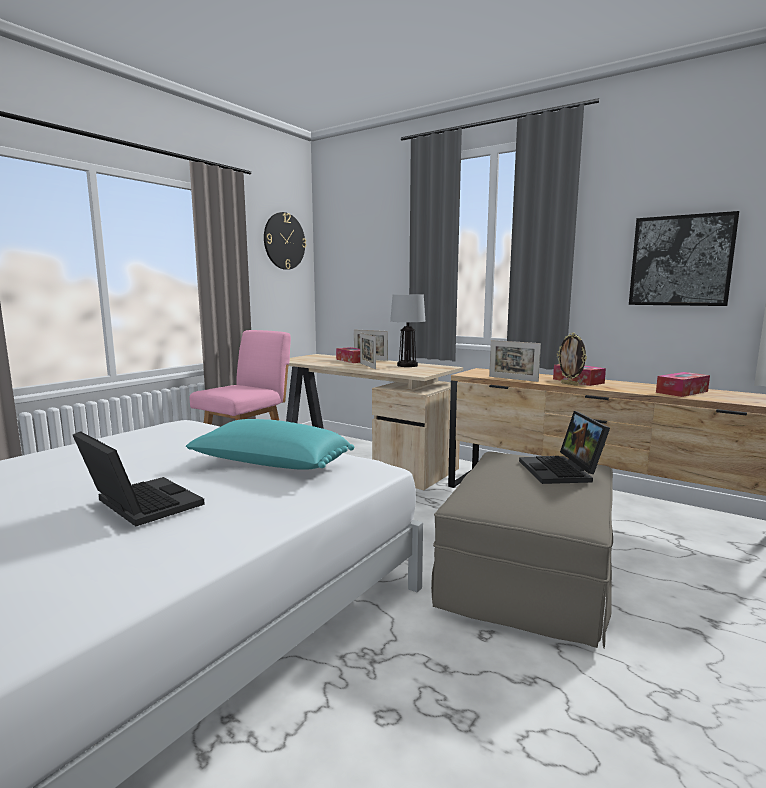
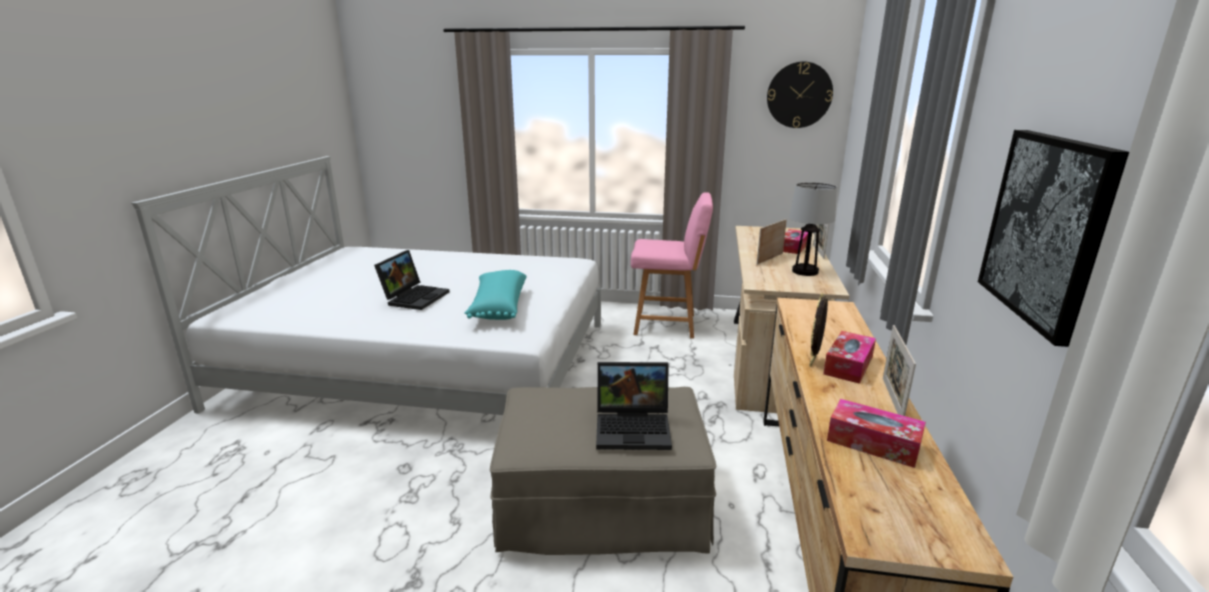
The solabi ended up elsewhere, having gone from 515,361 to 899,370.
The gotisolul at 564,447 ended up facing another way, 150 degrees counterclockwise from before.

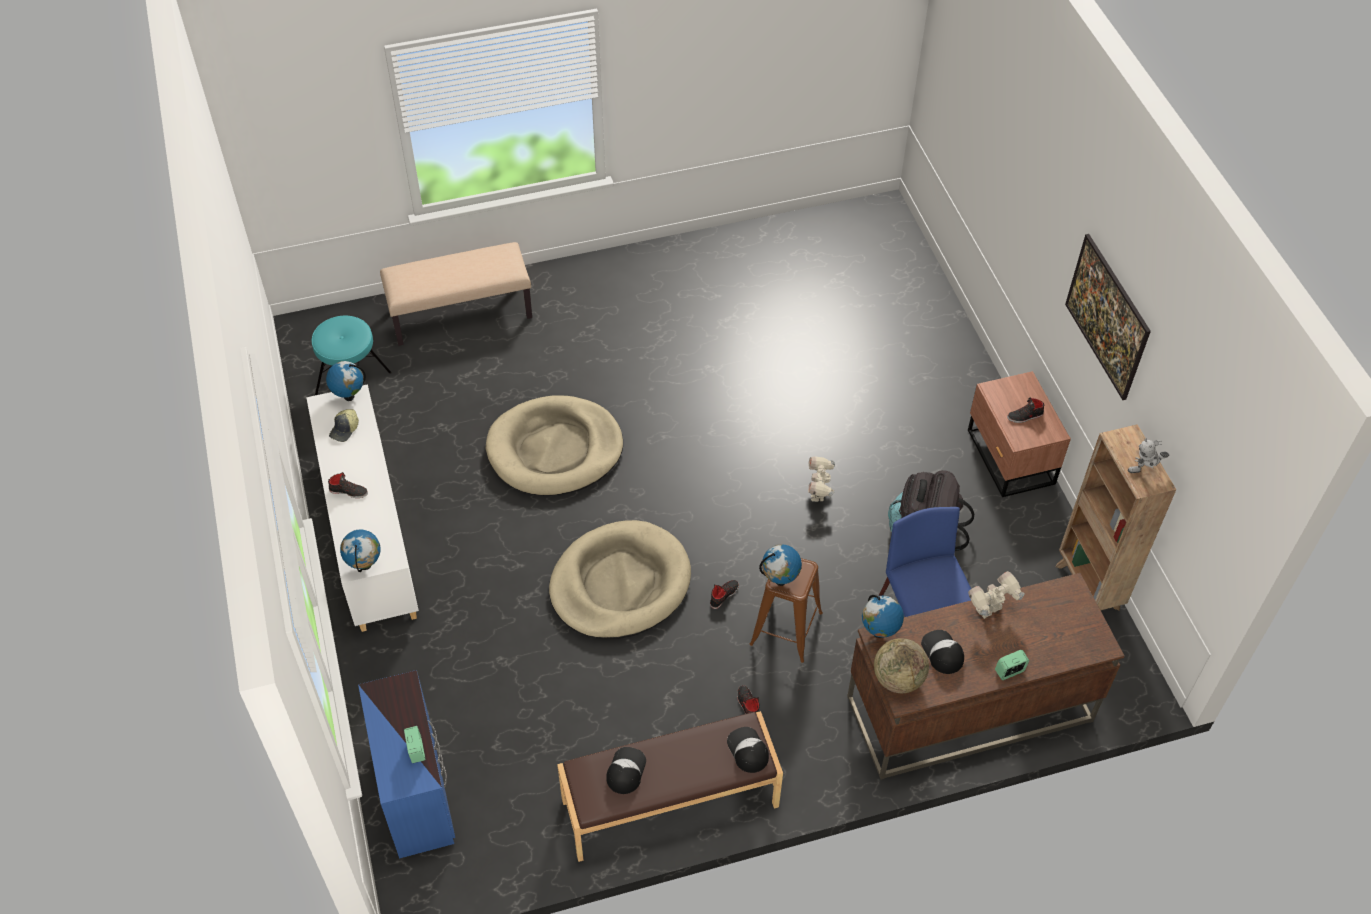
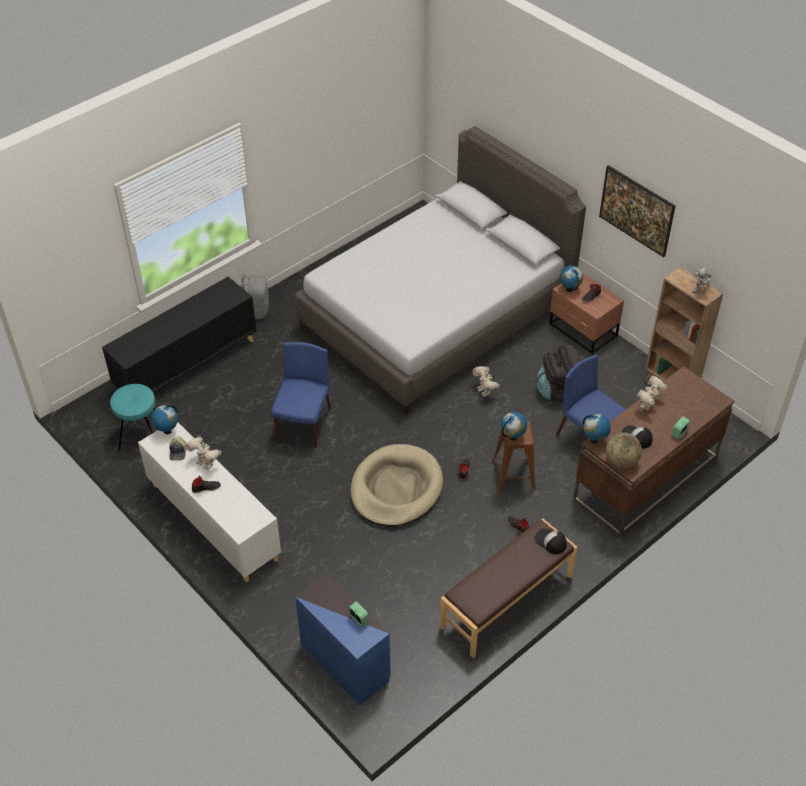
The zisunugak ended up elsewhere, having gone from 360,550 to 571,278.
Where the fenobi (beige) stood at 456,294, the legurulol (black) came to stand at 179,335.
Where the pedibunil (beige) stood at 554,446, the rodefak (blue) came to stand at 301,395.
The second view lost the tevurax at 626,770.
The second view gained the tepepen at 203,453.
The second view gained the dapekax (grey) at 255,296.
The second view gained the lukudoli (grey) at 440,270.

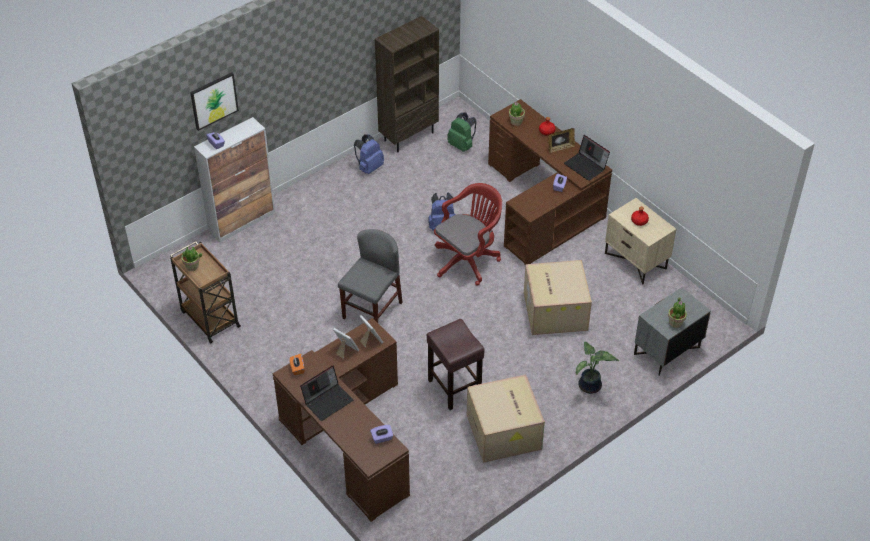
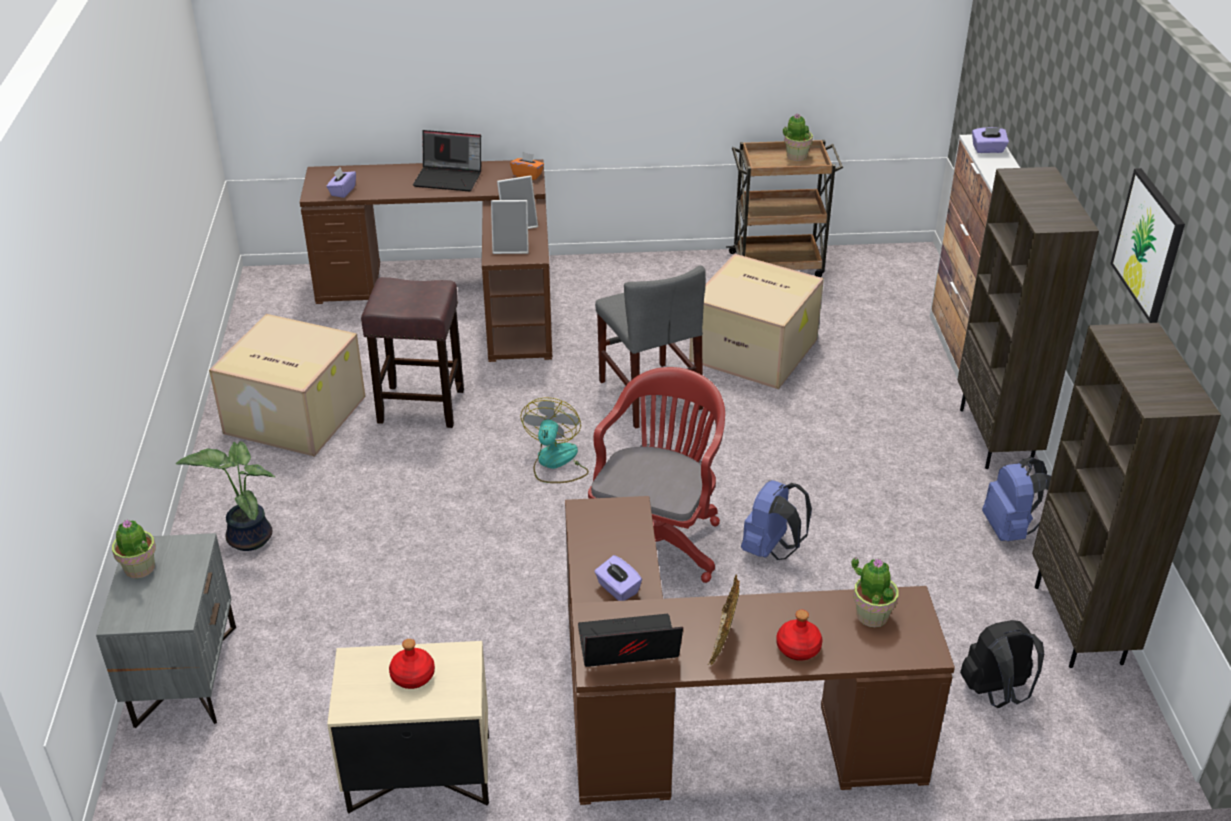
The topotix ended up elsewhere, having gone from 214,101 to 1147,245.
The gotisolul at 326,393 ended up facing another way, 75 degrees counterclockwise from before.
The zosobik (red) at 468,234 ended up facing another way, 150 degrees counterclockwise from before.
What was the dapekax (green) at 462,132 turned into the dapekax (black) at 1002,664.
The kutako ended up elsewhere, having gone from 558,297 to 756,321.
The second view gained the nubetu at 555,440.
The second view gained the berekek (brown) at 1028,318.

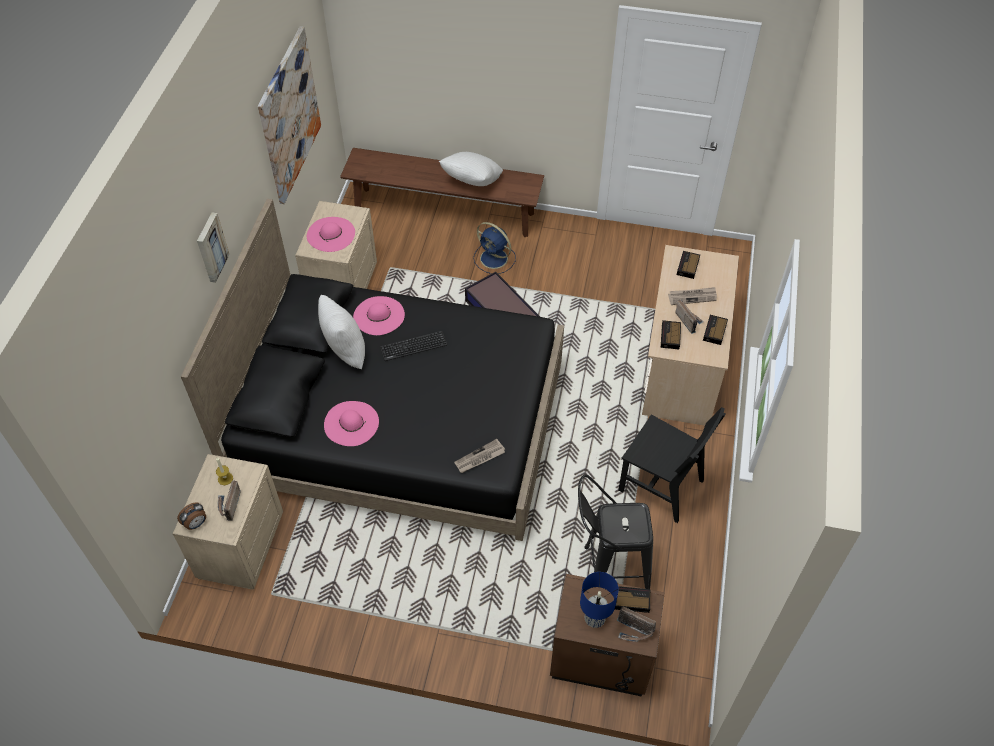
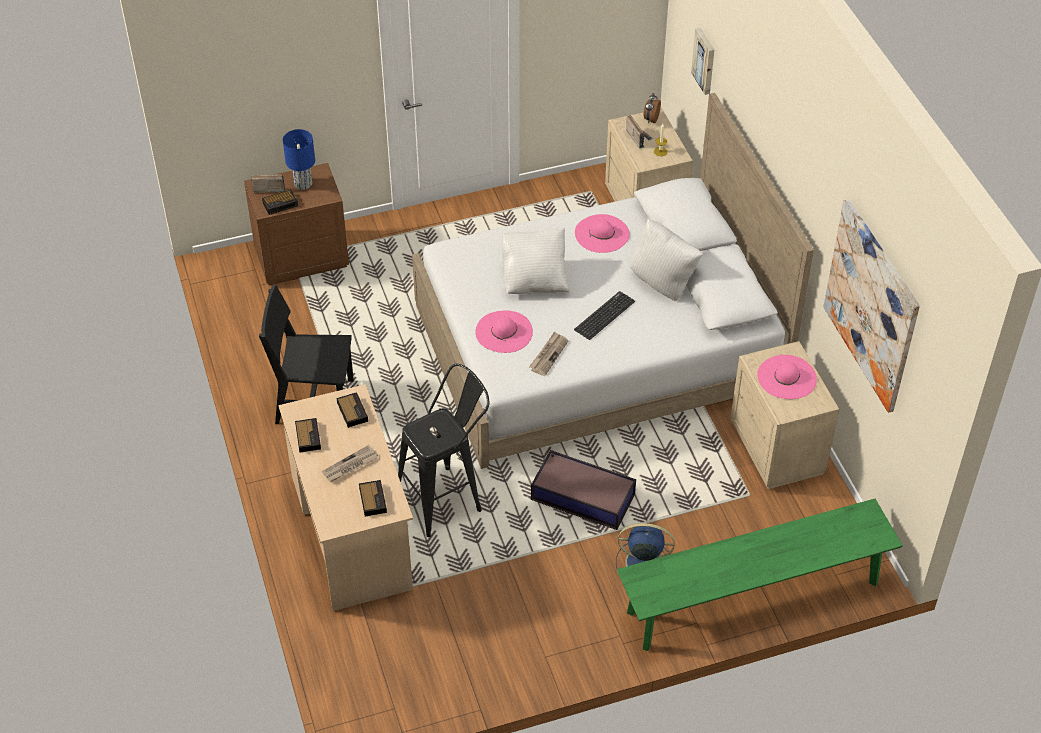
What was the lukudoli (black) at 372,370 turned into the lukudoli (white) at 613,281.
The topotix ended up elsewhere, having gone from 213,247 to 702,61.
What was the fenobi (brown) at 442,192 turned into the fenobi (green) at 760,575.
The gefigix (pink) ended up elsewhere, having gone from 379,315 to 504,332.
The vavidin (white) ended up elsewhere, having gone from 471,169 to 536,261.
The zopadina ended up elsewhere, having gone from 479,456 to 548,353.
The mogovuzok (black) ended up elsewhere, having gone from 615,531 to 443,450.
The second view lost the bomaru at 689,317.

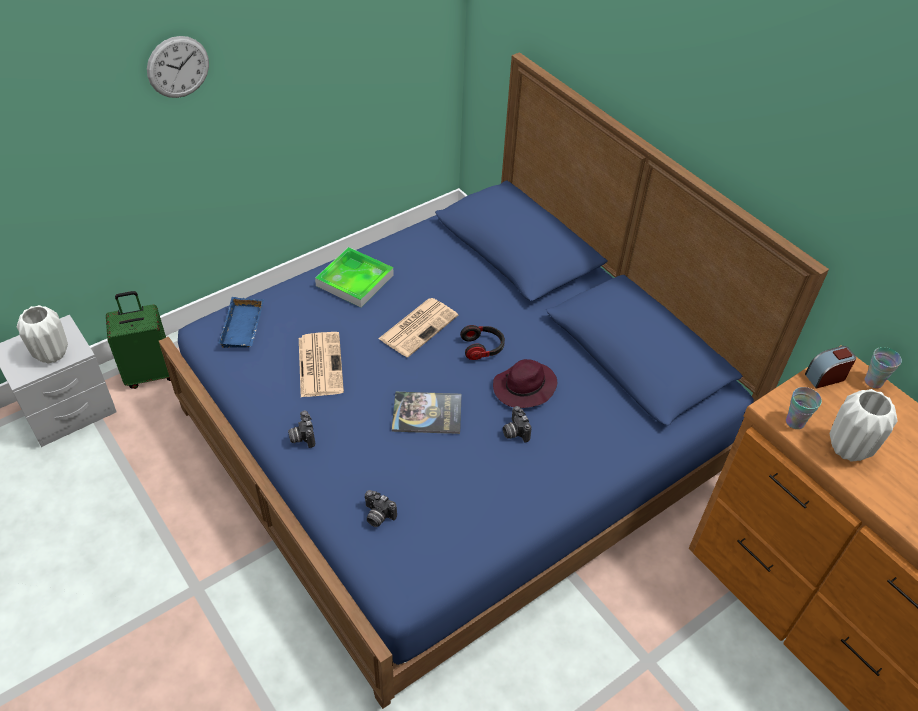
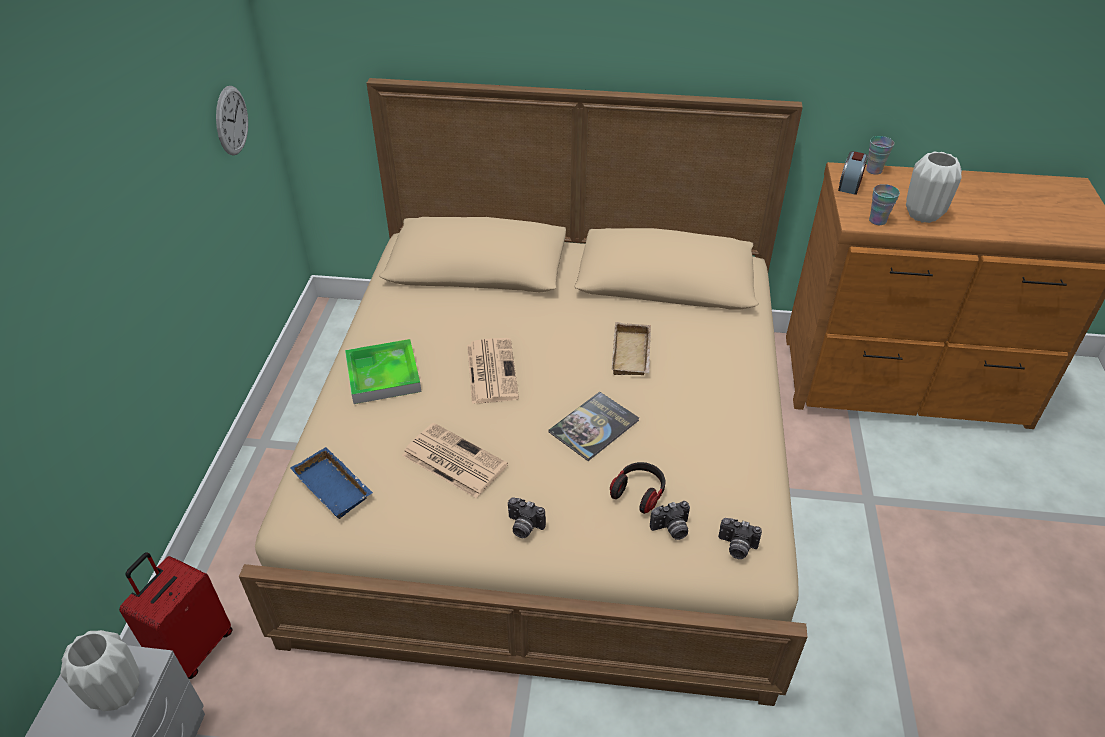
What was the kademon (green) at 138,340 turned into the kademon (red) at 176,616.
The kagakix ended up elsewhere, having gone from 178,67 to 232,121.
What was the lukudoli (blue) at 494,380 turned into the lukudoli (beige) at 523,392.
The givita ended up elsewhere, having gone from 482,342 to 637,488.
Where the gefigix (purple) stood at 525,383, the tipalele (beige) came to stand at 631,348.
The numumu ended up elsewhere, having gone from 517,424 to 740,538.

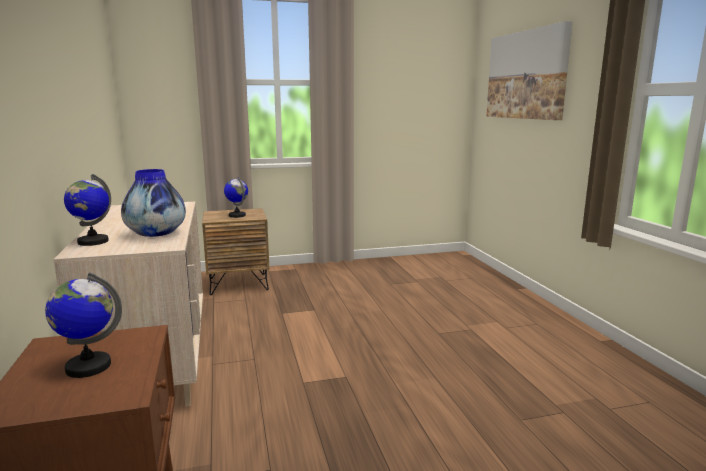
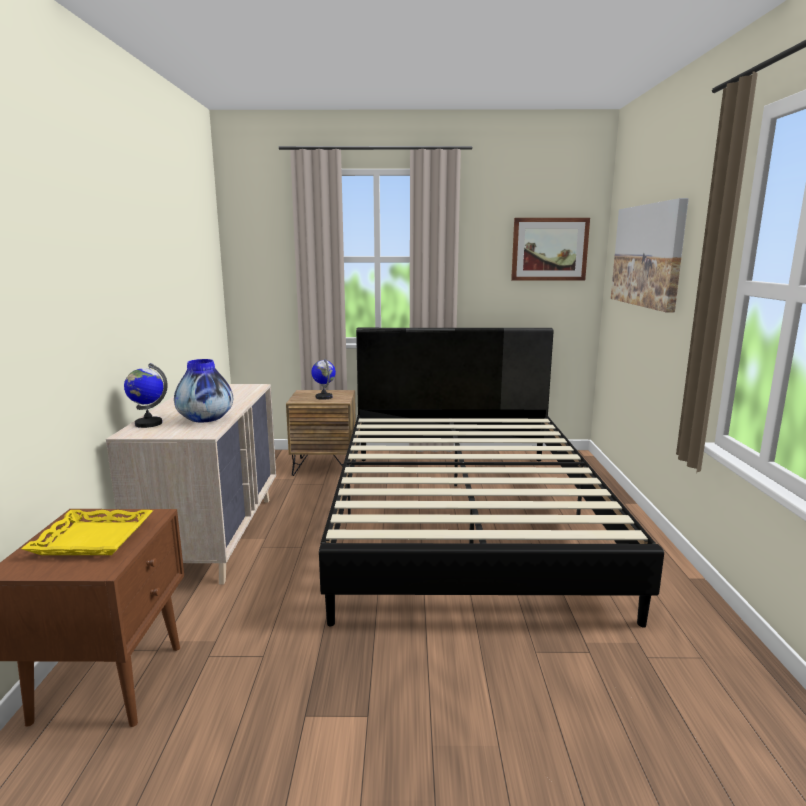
Where the zisunugak stood at 83,325, the tipalele (yellow) came to stand at 87,532.
The second view gained the lukudoli (black) at 491,478.
The second view gained the topotix at 550,249.

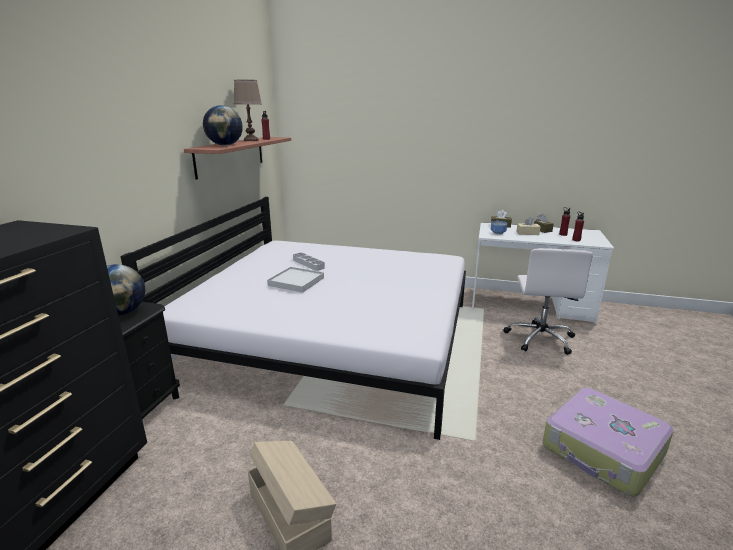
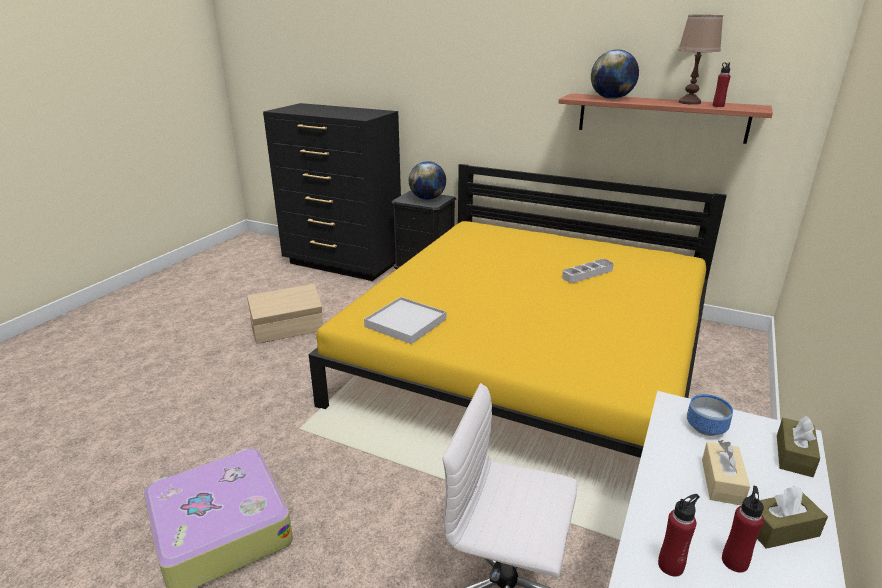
What was the lukudoli (white) at 293,318 turned into the lukudoli (yellow) at 518,311.
The tipalele (white) ended up elsewhere, having gone from 295,280 to 405,320.

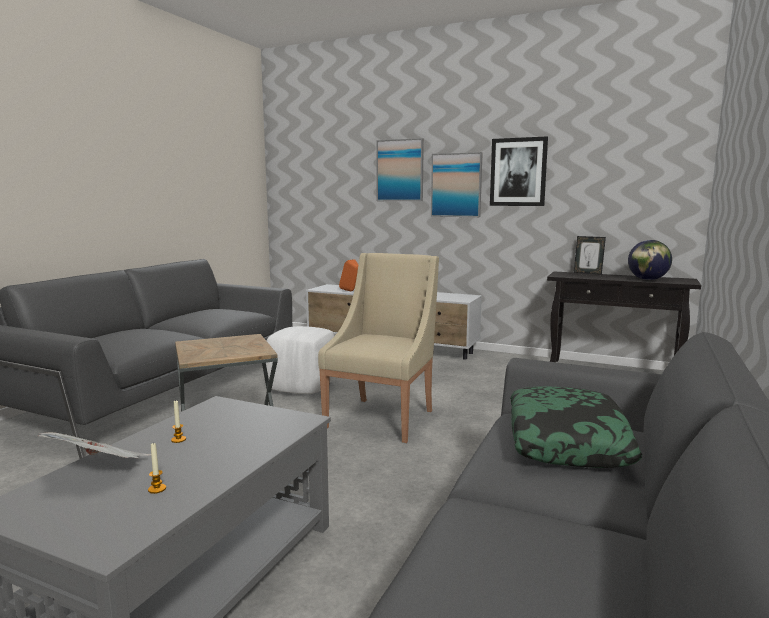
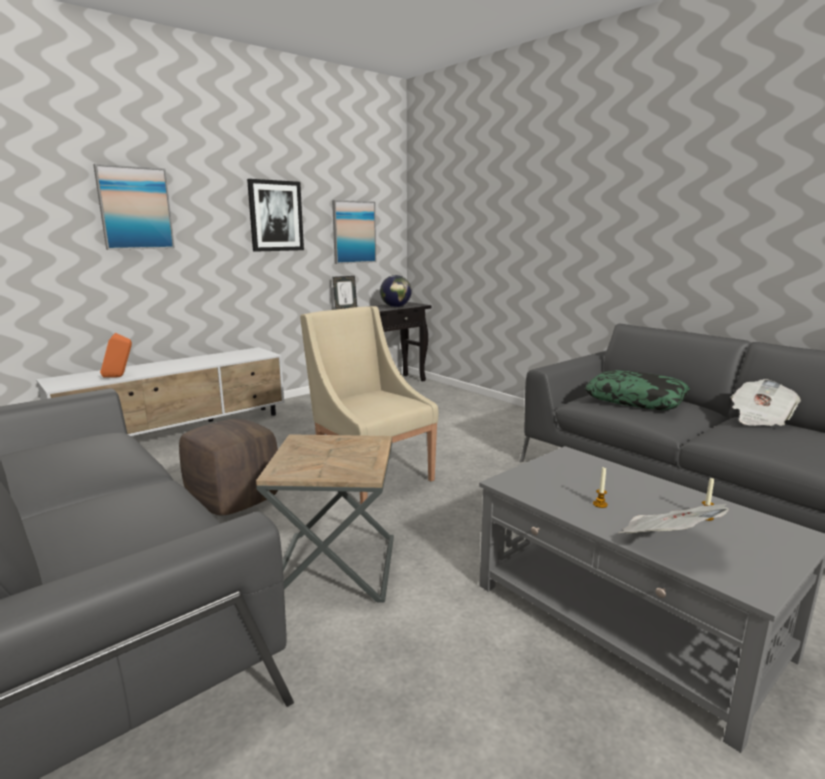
What was the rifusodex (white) at 300,360 turned into the rifusodex (brown) at 228,467.
The topotix ended up elsewhere, having gone from 457,184 to 354,232.
The second view gained the zopadina at 766,402.

